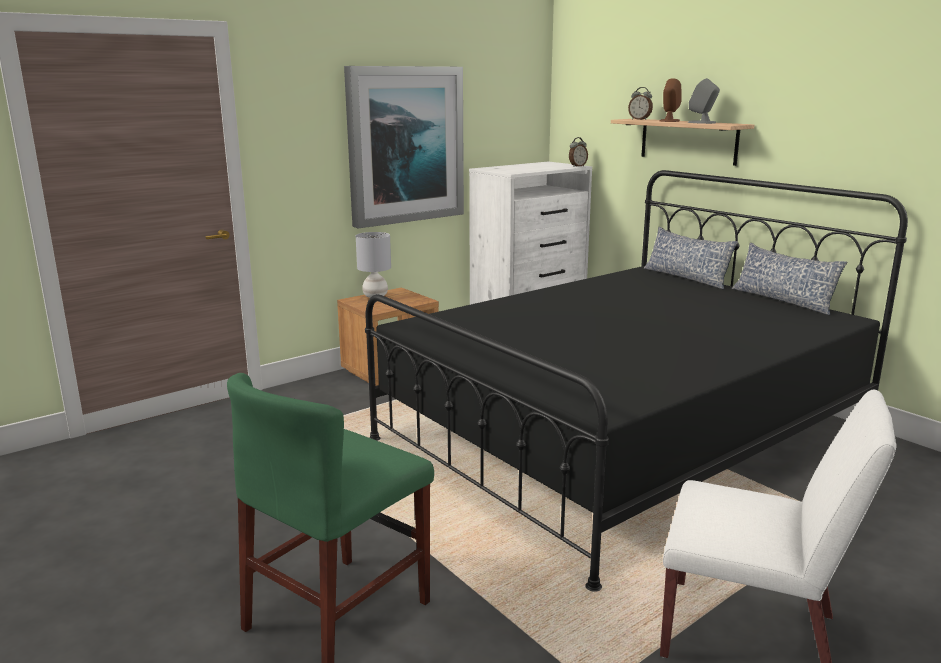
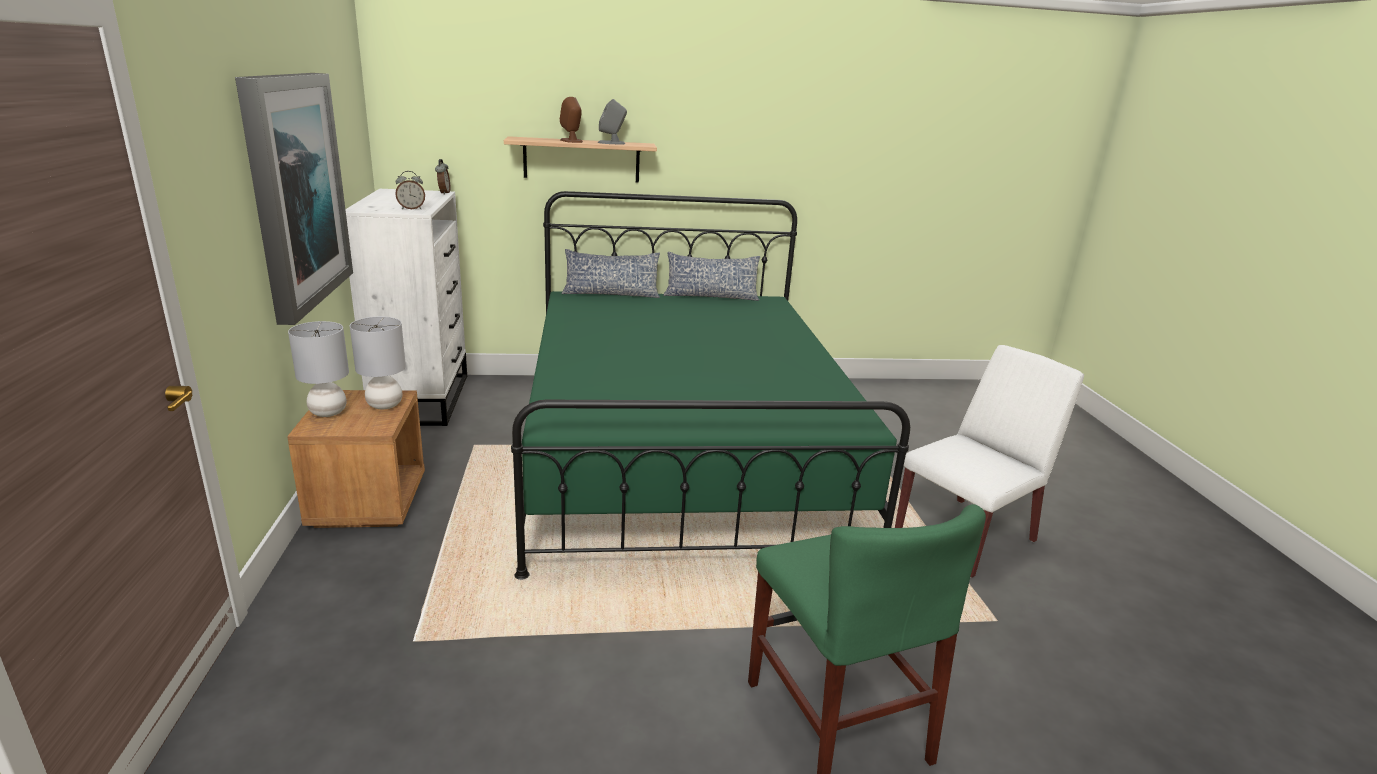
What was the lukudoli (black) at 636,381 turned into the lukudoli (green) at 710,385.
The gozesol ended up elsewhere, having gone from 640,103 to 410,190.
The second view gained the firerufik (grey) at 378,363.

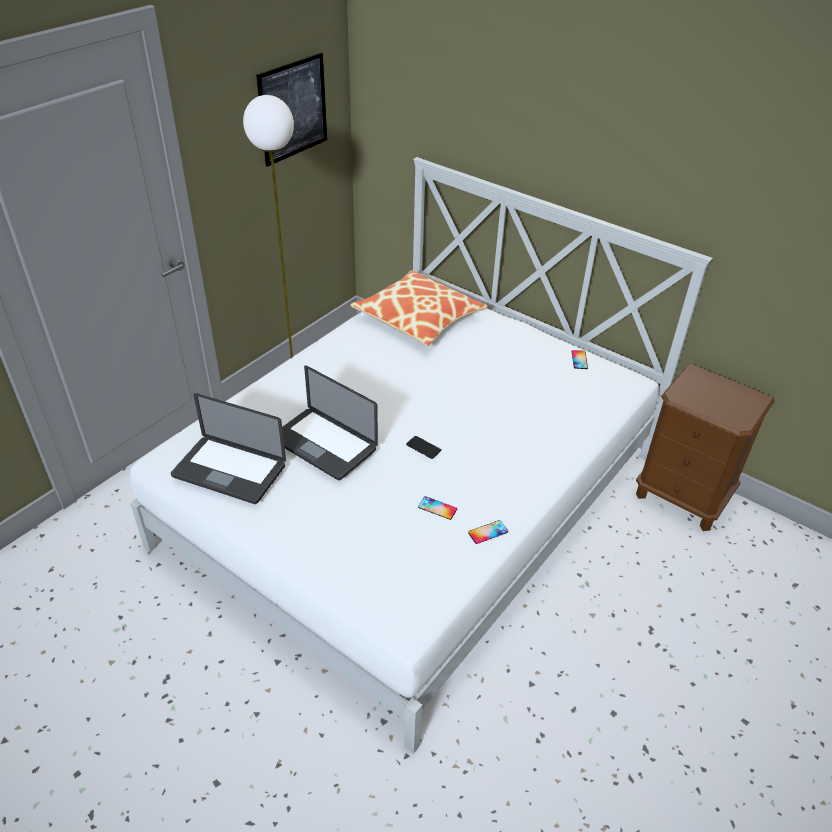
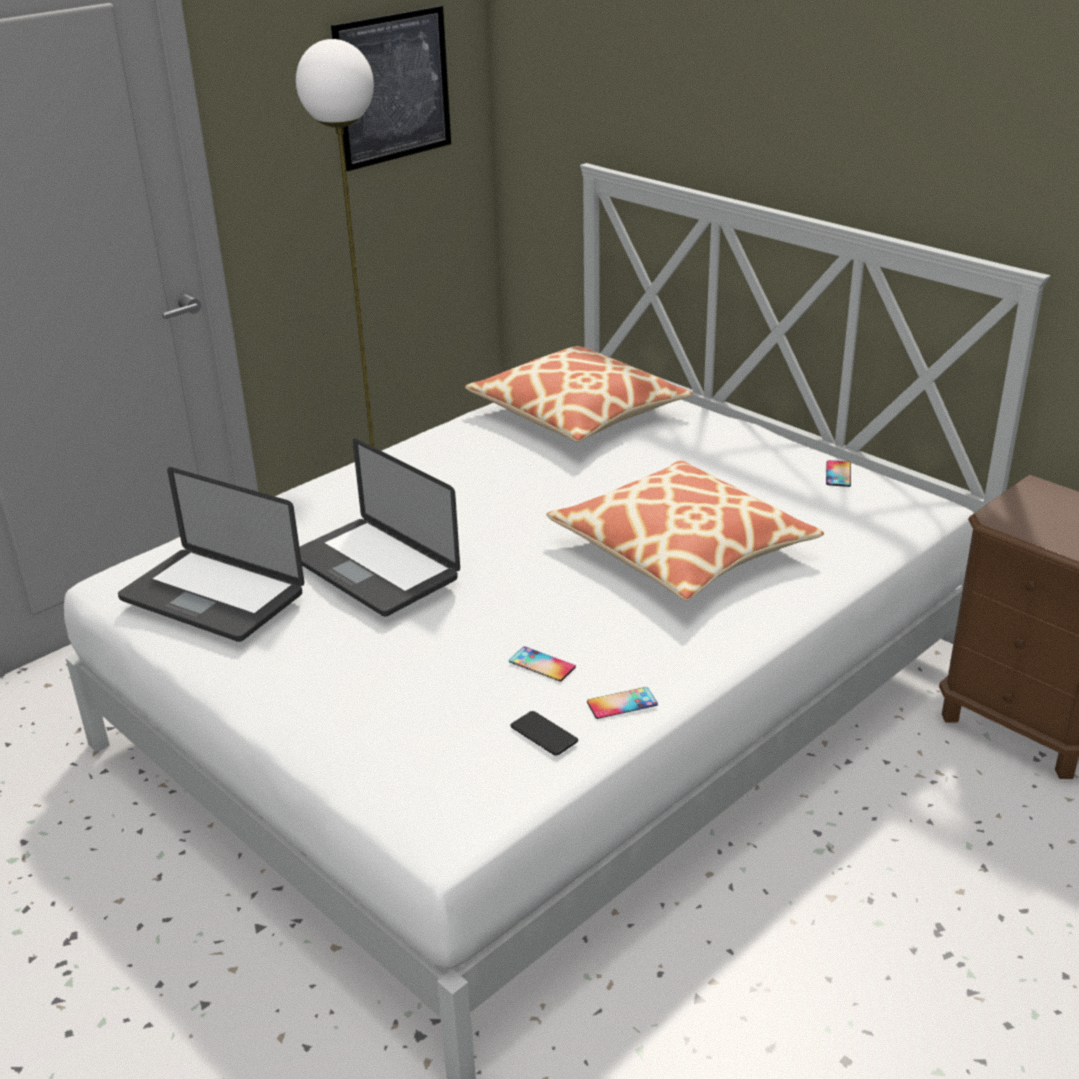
The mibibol ended up elsewhere, having gone from 423,447 to 544,733.
The second view gained the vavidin at 685,530.

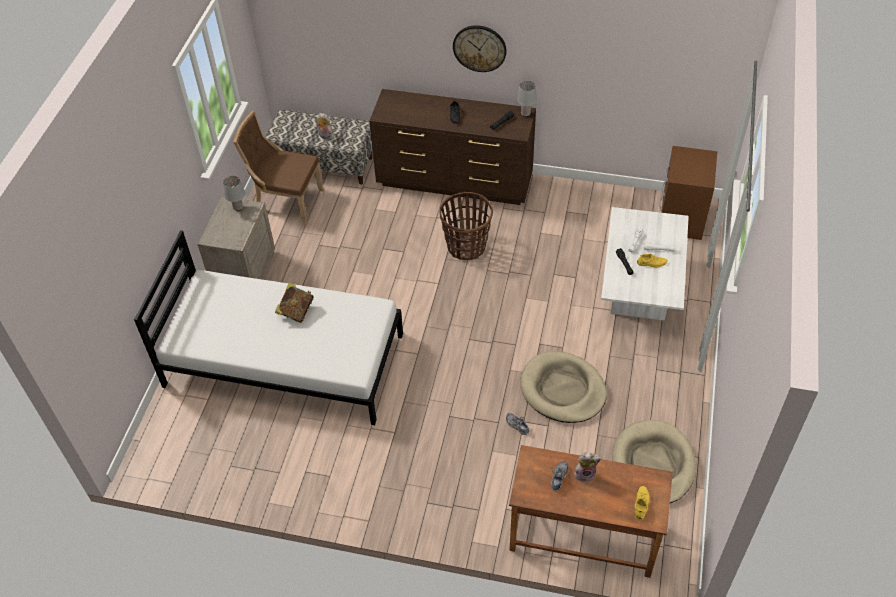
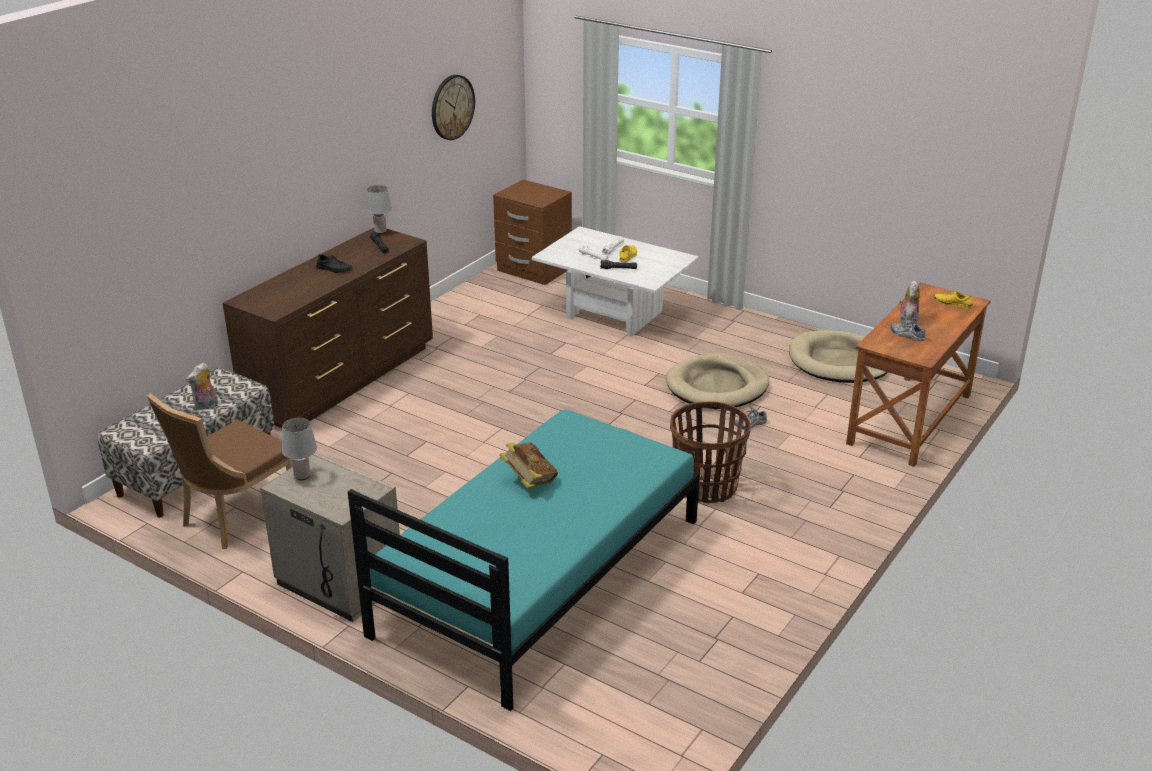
What was the lukudoli (white) at 268,327 turned into the lukudoli (turquoise) at 523,560.
The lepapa ended up elsewhere, having gone from 466,226 to 710,452.
The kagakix ended up elsewhere, having gone from 480,48 to 453,107.

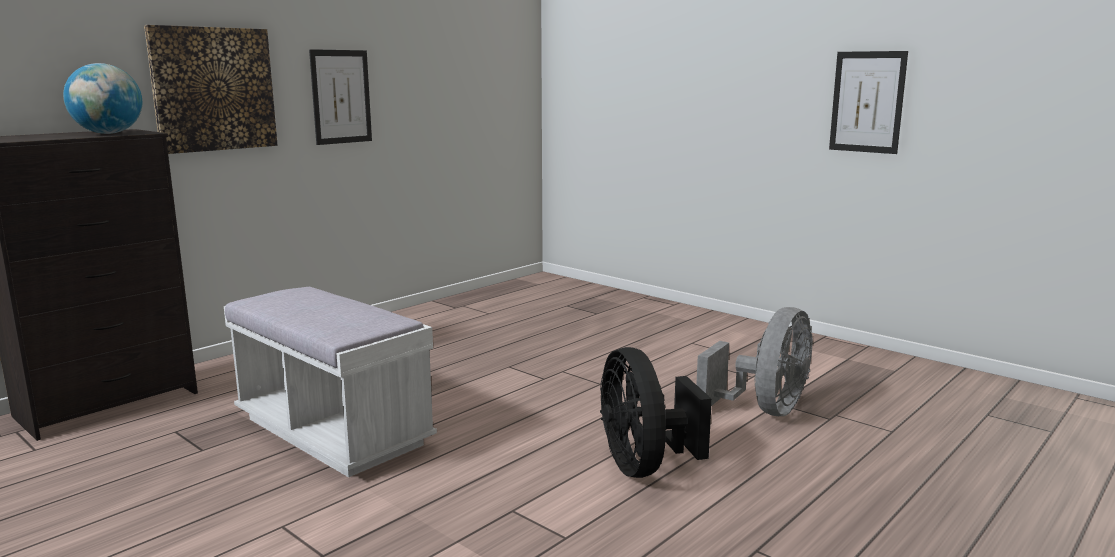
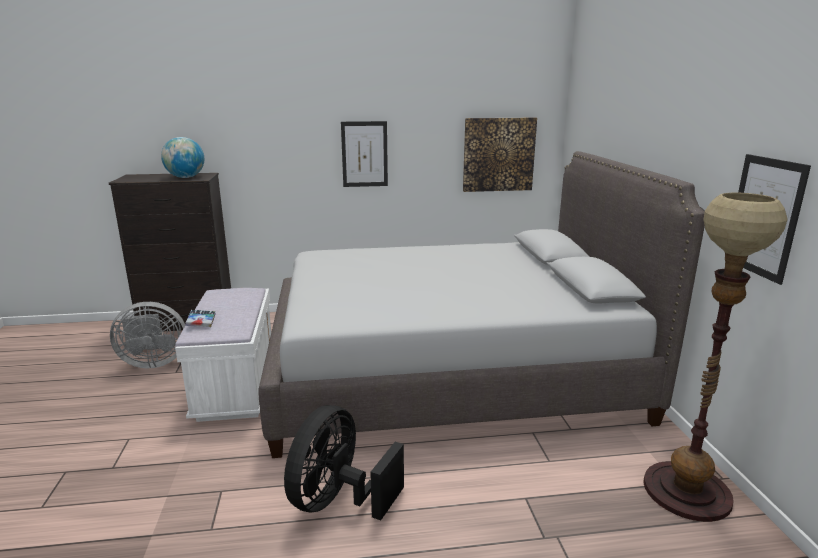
The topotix ended up elsewhere, having gone from 211,89 to 500,155.
The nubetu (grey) ended up elsewhere, having gone from 754,361 to 147,335.
The second view gained the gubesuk at 200,318.
The second view gained the lukudoli (grey) at 481,304.
The second view gained the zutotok at 716,357.

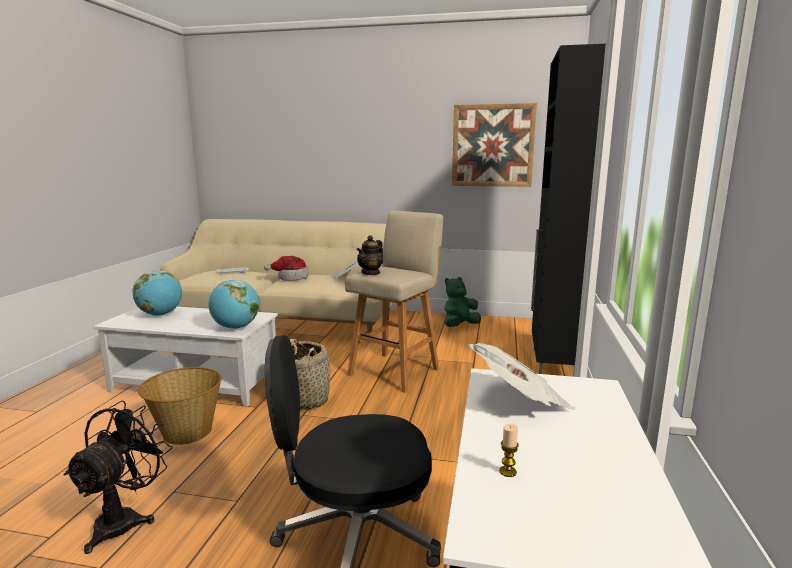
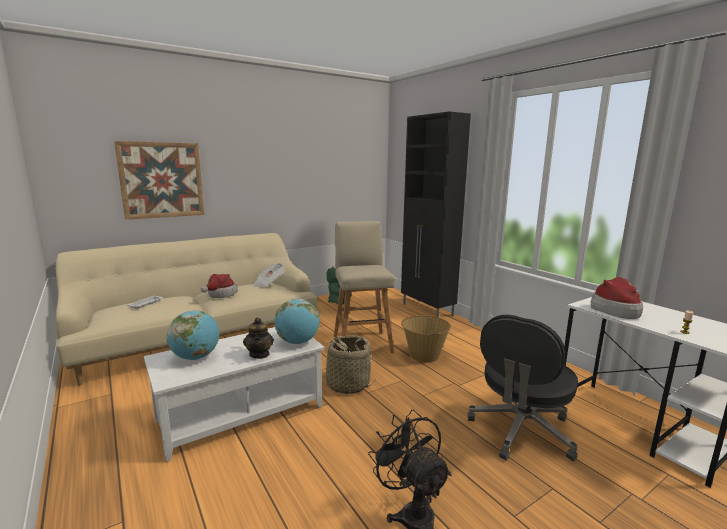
The lepapa ended up elsewhere, having gone from 180,406 to 426,339.
The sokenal ended up elsewhere, having gone from 370,255 to 258,338.
The topotix ended up elsewhere, having gone from 494,145 to 159,180.
Where the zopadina stood at 521,376, the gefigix came to stand at 617,298.

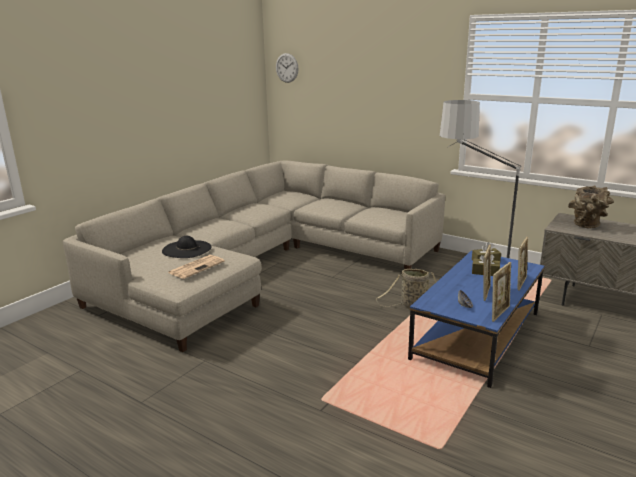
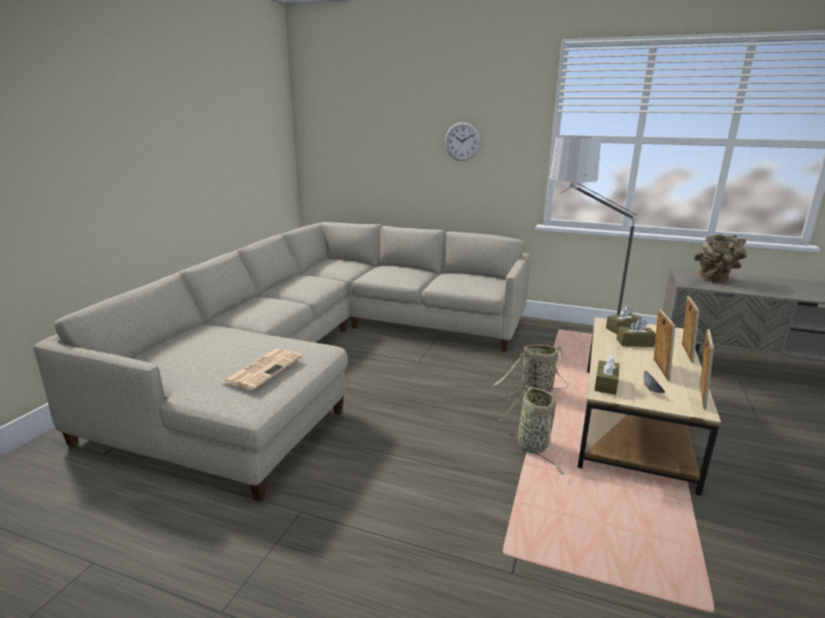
The second view lost the gefigix (black) at 187,247.
The kagakix ended up elsewhere, having gone from 287,68 to 463,141.
What was the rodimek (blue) at 476,319 turned into the rodimek (beige) at 649,406.
The second view gained the lepapa at 532,429.
The second view gained the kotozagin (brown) at 606,375.

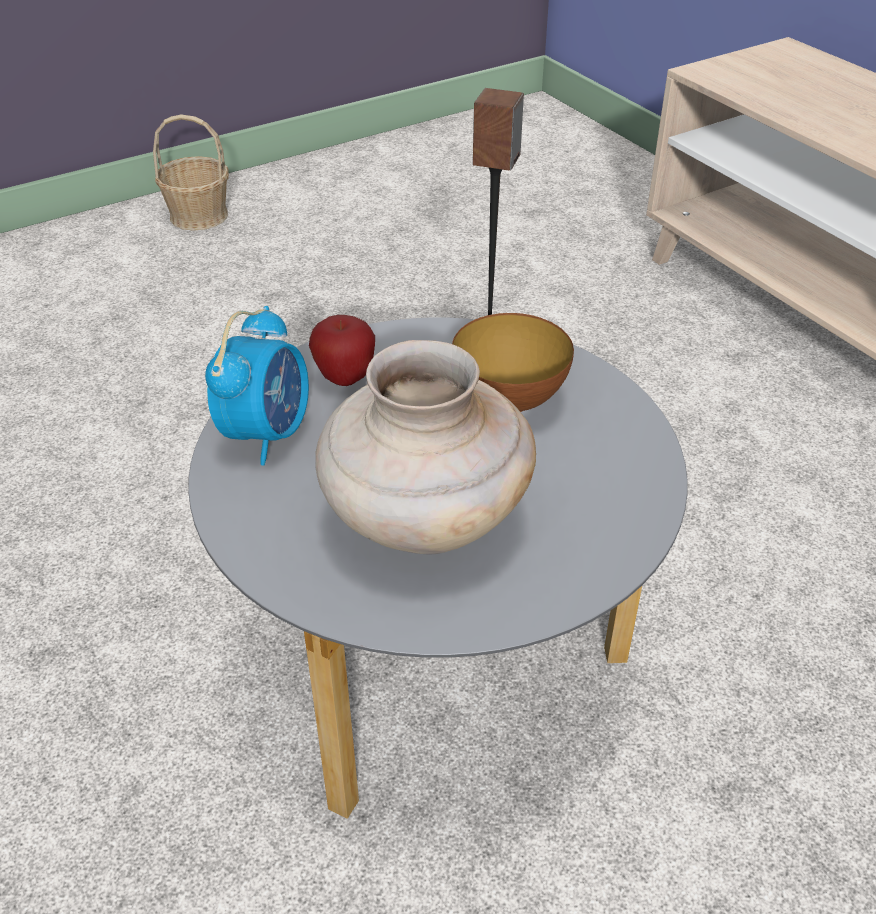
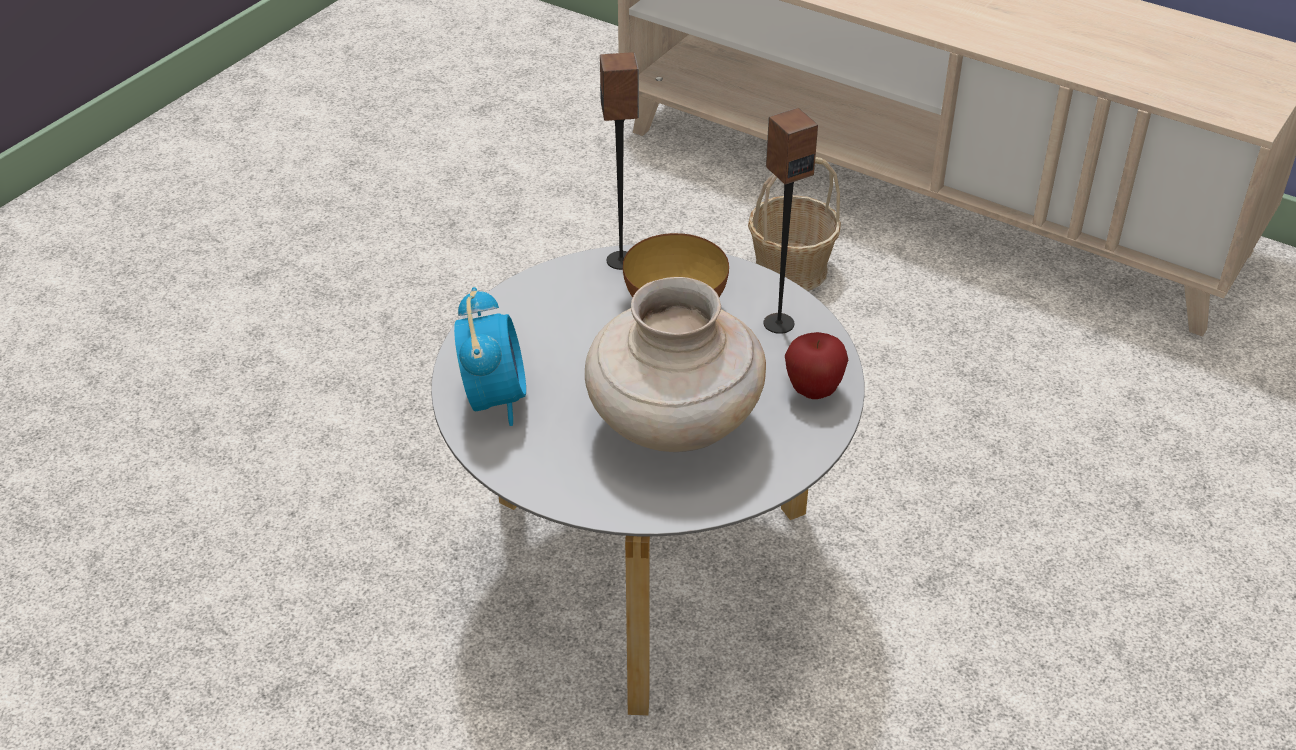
The lepapa ended up elsewhere, having gone from 191,172 to 794,224.
The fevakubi ended up elsewhere, having gone from 342,350 to 816,365.
The second view gained the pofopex at 791,221.

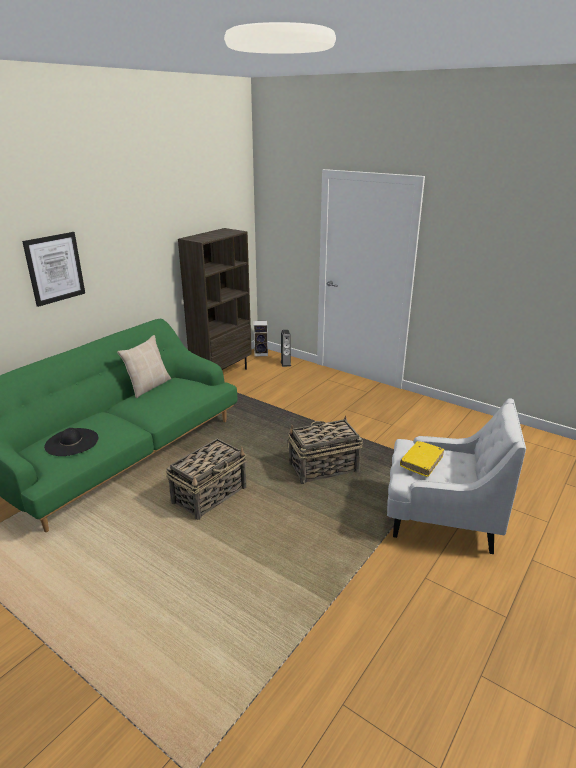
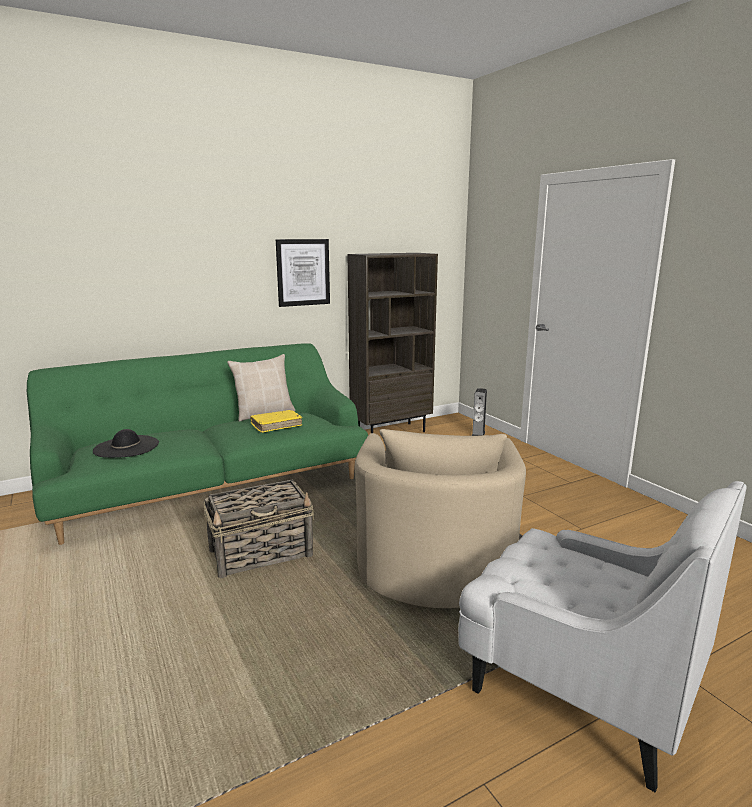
The topotix ended up elsewhere, having gone from 53,269 to 303,273.
The second view lost the pofopex at 261,338.
Where the lepapa stood at 325,449, the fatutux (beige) came to stand at 440,518.
The gubesuk (yellow) ended up elsewhere, having gone from 422,459 to 276,421.

